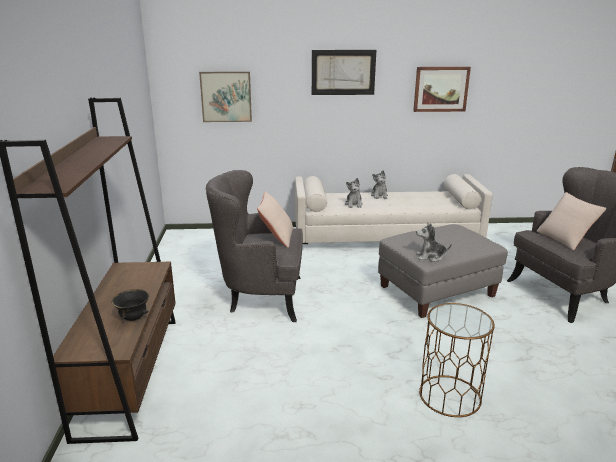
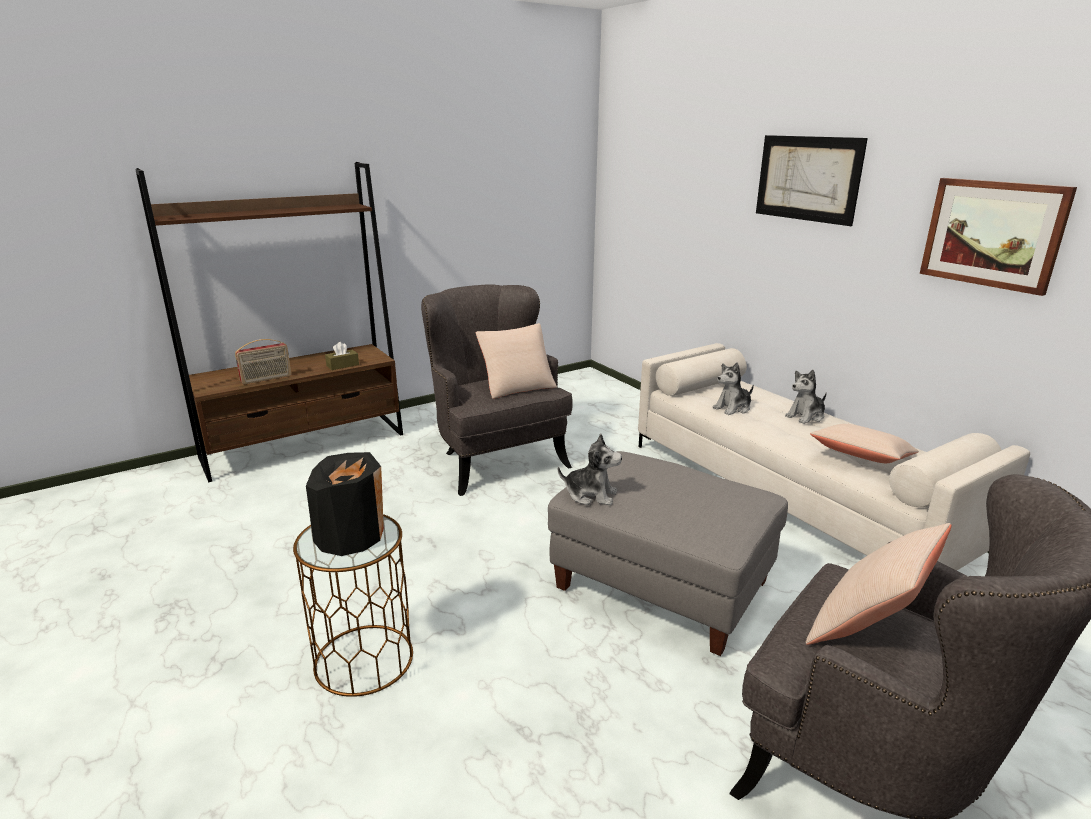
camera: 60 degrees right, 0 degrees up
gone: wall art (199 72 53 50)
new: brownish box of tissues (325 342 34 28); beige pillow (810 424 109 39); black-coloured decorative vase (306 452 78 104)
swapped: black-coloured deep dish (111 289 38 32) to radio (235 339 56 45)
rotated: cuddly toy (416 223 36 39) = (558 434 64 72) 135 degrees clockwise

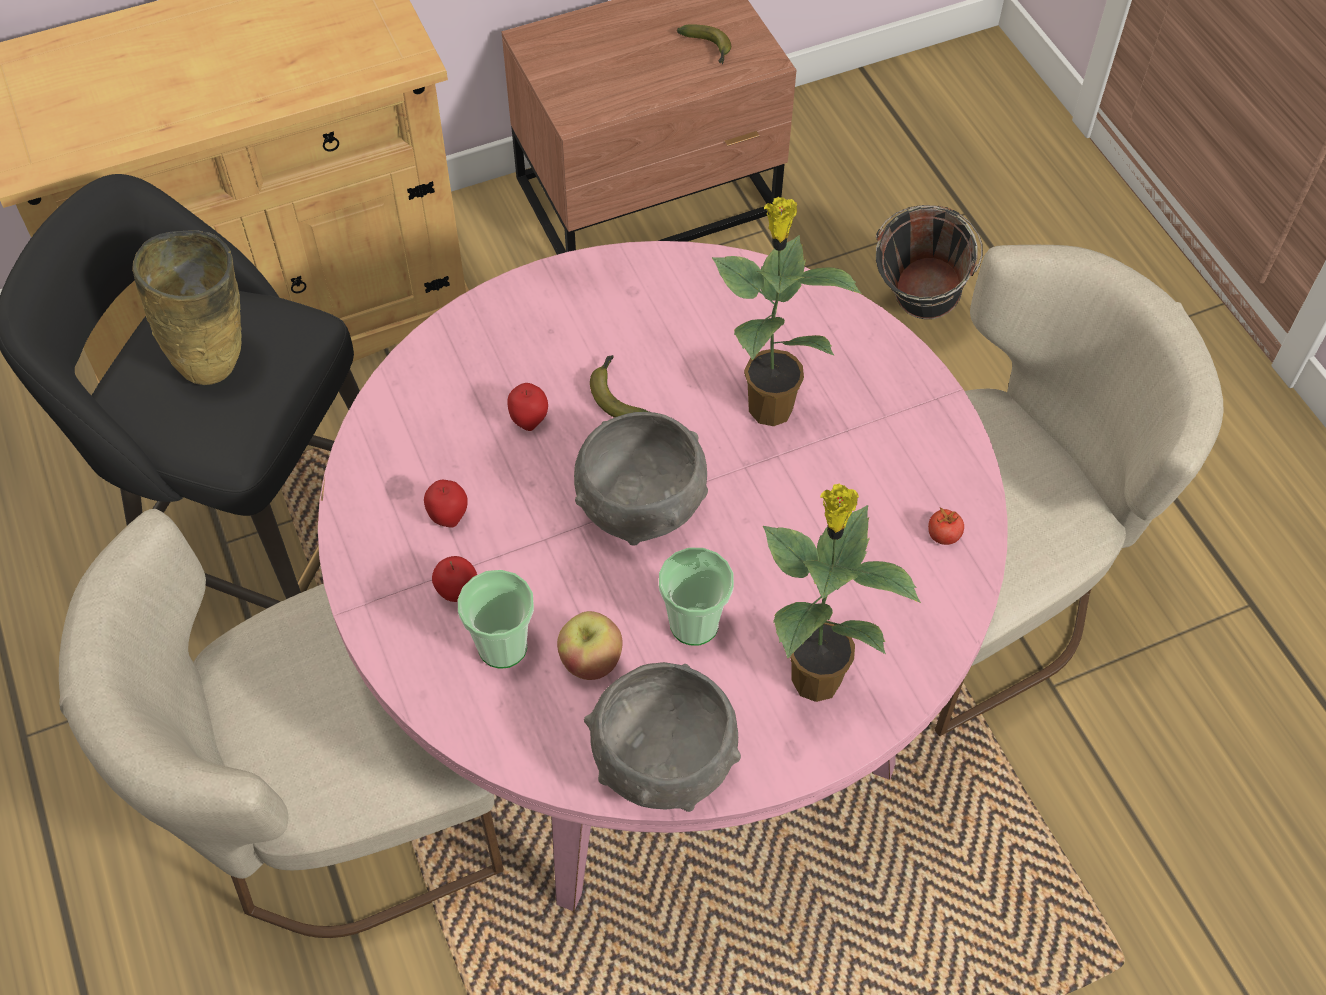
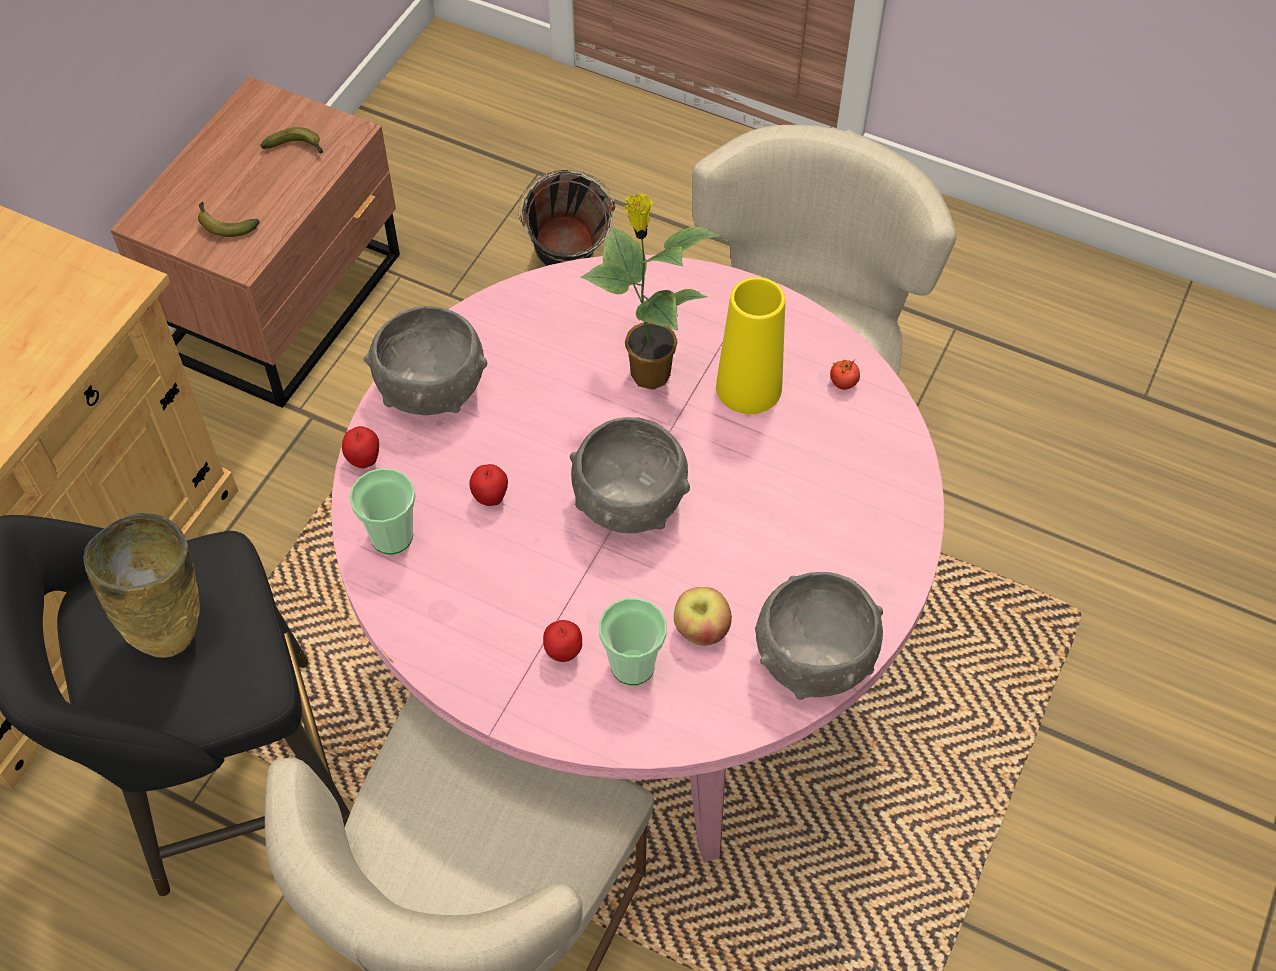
camera: 40 degrees left, 0 degrees up
gone: houseplant (763 484 158 218)
new: yellow-coloured decorative vase (716 277 69 137); greyish deep dish (363 306 124 109)
shifted: banana (590 355 59 63) to (198 202 62 35); whole apple (424 480 44 48) to (342 426 37 42); drinking cup (659 548 75 98) to (349 468 67 87)

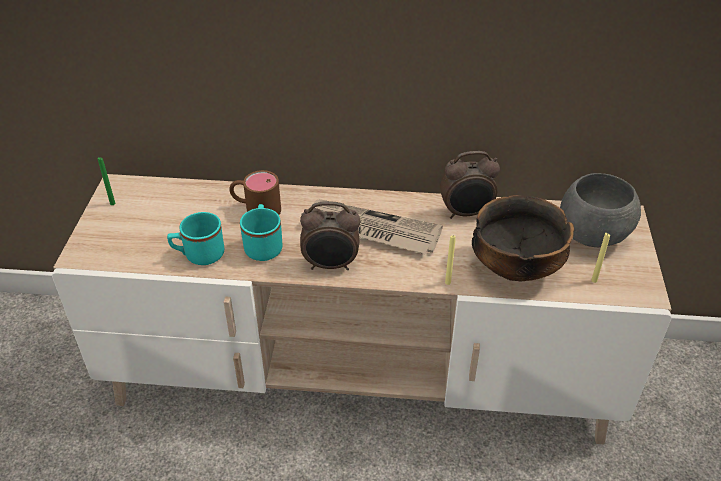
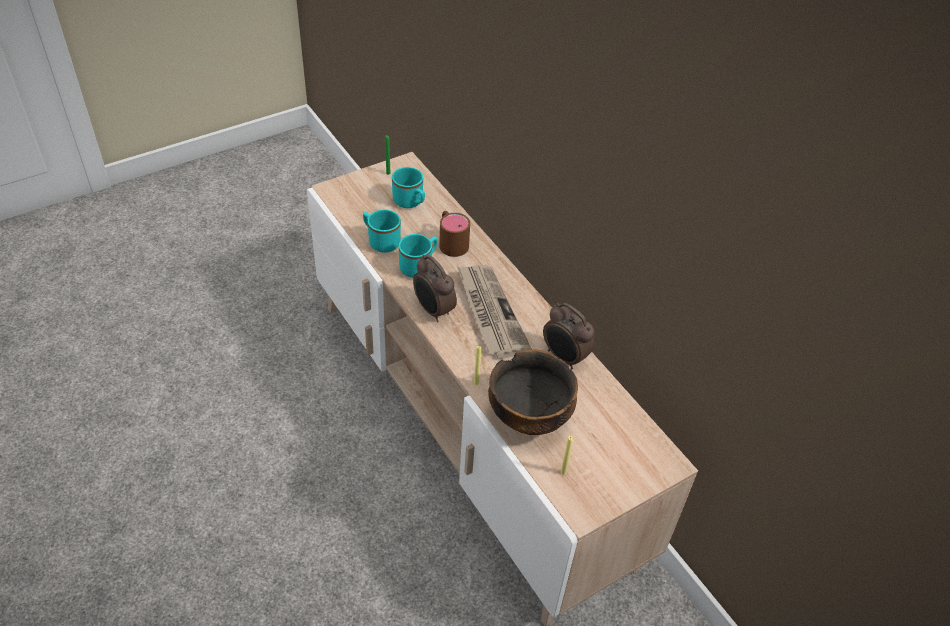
camera: 50 degrees right, 5 degrees up
gone: greyish deep dish (560 173 81 74)
new: turquoise coffee mug (392 167 33 41)

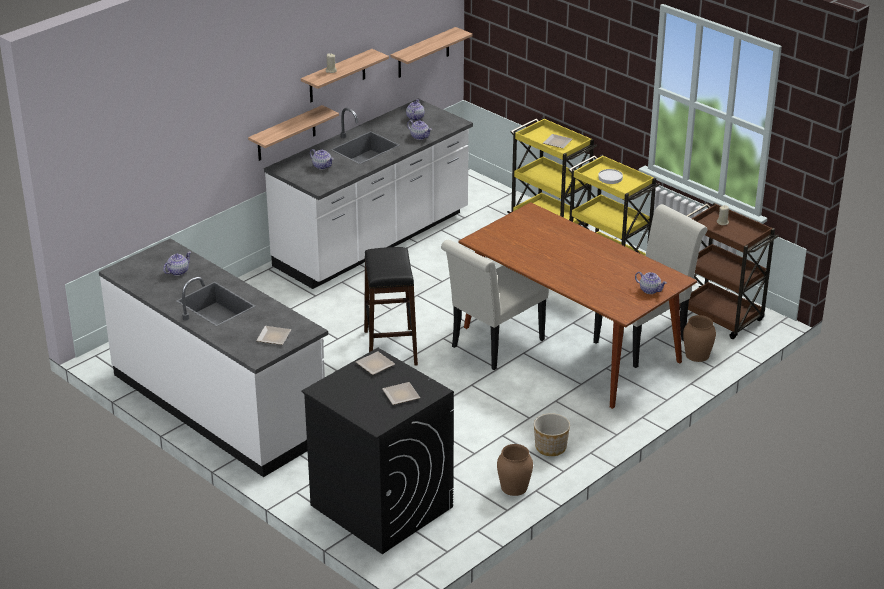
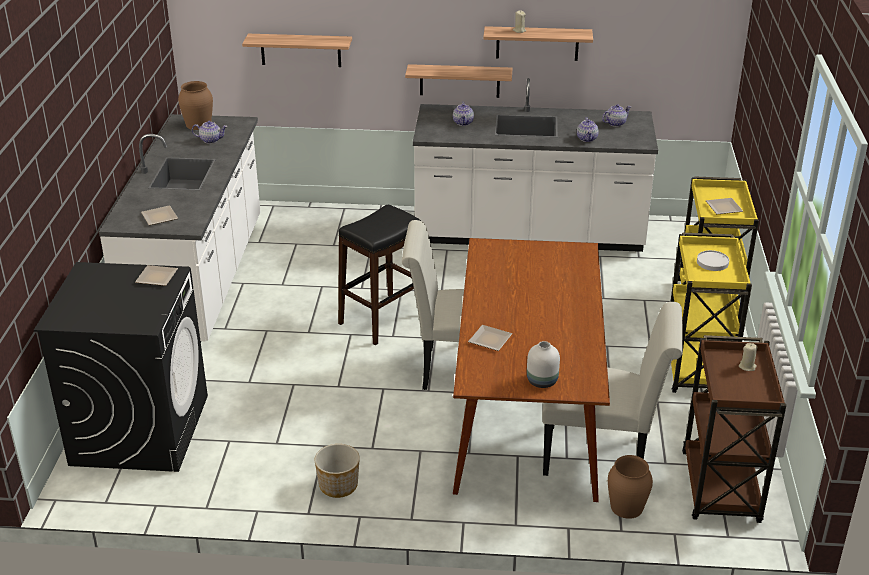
camera: 50 degrees right, 0 degrees up
shifted: bracket shelf (391 27 82 51) to (242 34 110 33); plate (382 382 38 23) to (468 325 44 26); brownish decorative vase (497 444 36 52) to (178 81 35 49)
swapped: pot for tea (635 272 32 22) to whitish decorative vase (527 341 33 47)

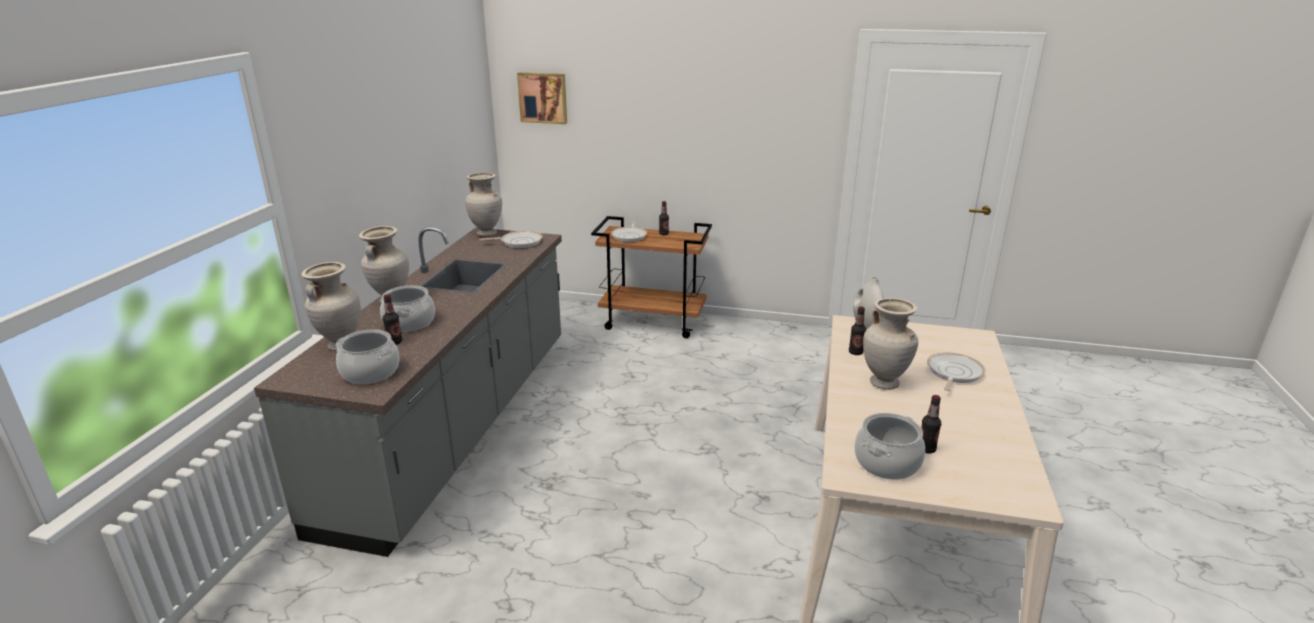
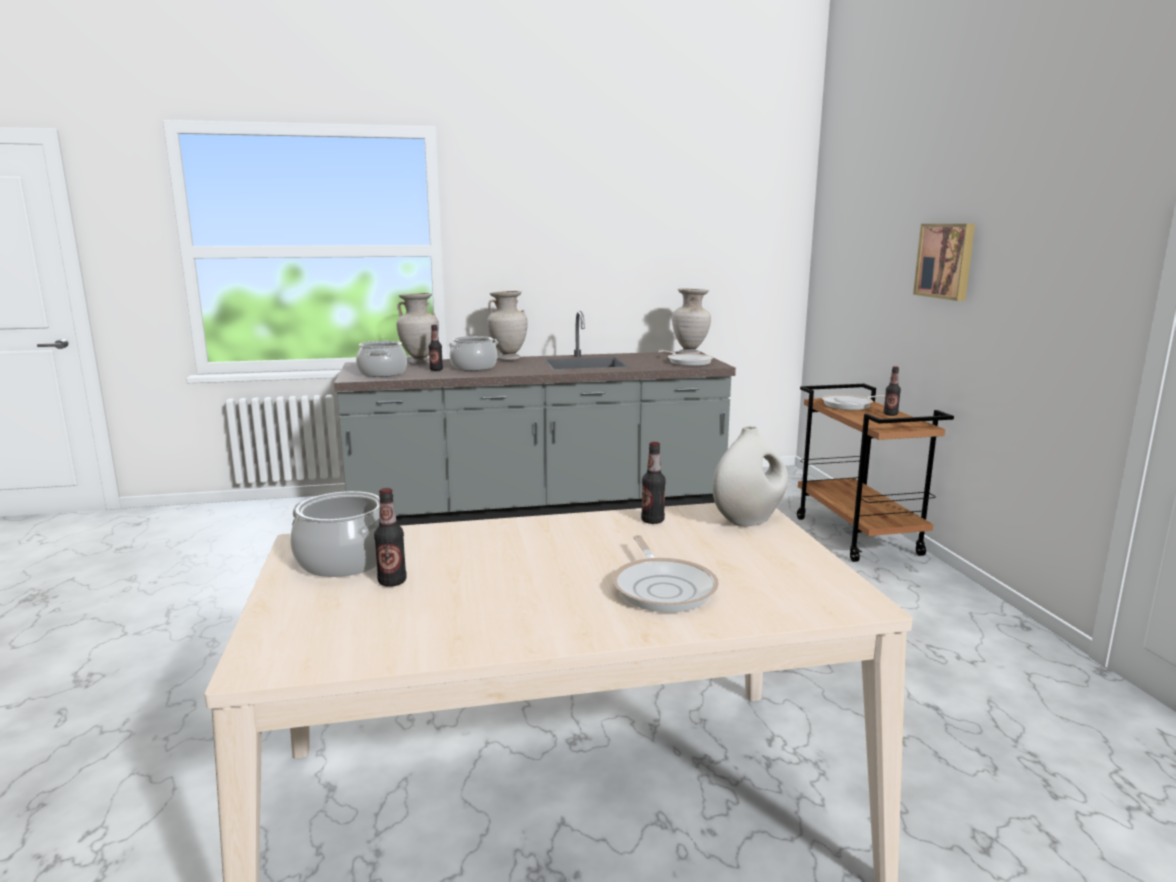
camera: 65 degrees right, 10 degrees down
gone: beige decorative vase (863 298 55 92)
shifted: wall art (517 72 50 52) to (913 224 62 77)
rotated: frying pan (927 352 58 39) = (612 535 107 77) 75 degrees clockwise

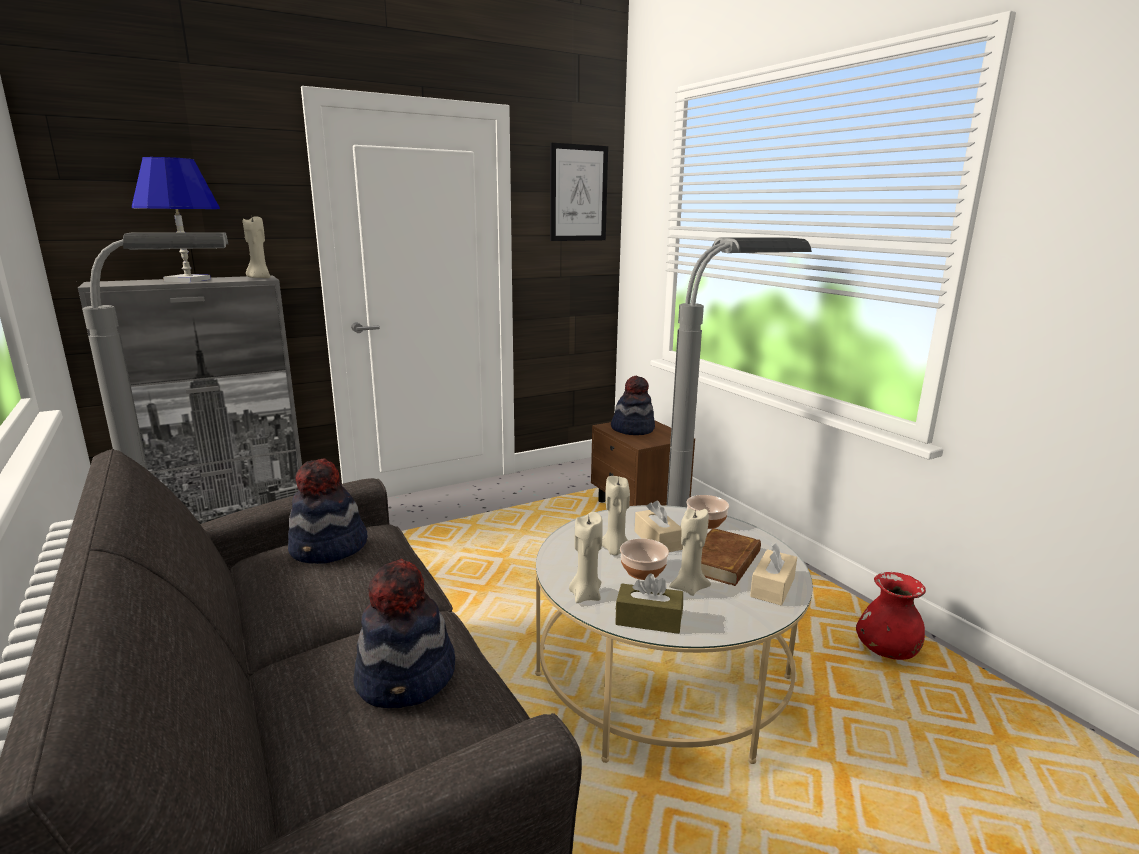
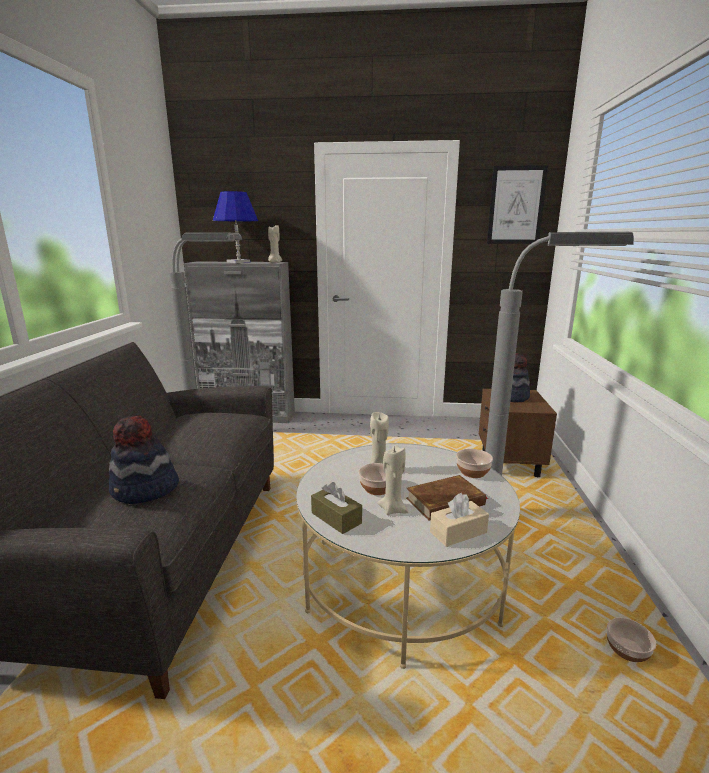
camera: 35 degrees right, 0 degrees up
gone: hat (288 458 79 106); beige box of tissues (634 501 49 51); beige wax candle (569 512 34 91)
swapped: reddish decorative vase (856 572 70 88) to deep dish (607 618 49 44)

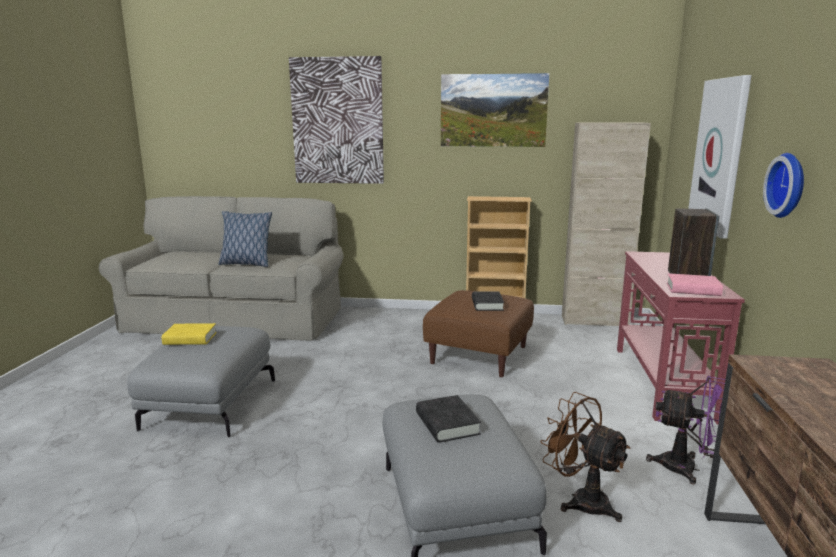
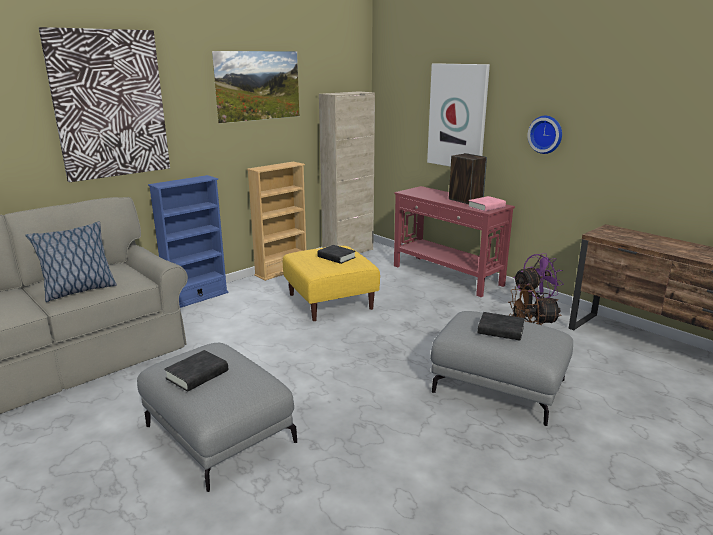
camera: 50 degrees left, 5 degrees up
new: bluish bookshelf (148 175 81 133)
repainted: brownish footrest (423 290 111 87) to yellow-coloured footrest (283 246 97 75); yellow-coloured volume (162 323 55 22) to black-coloured volume (164 350 64 41)

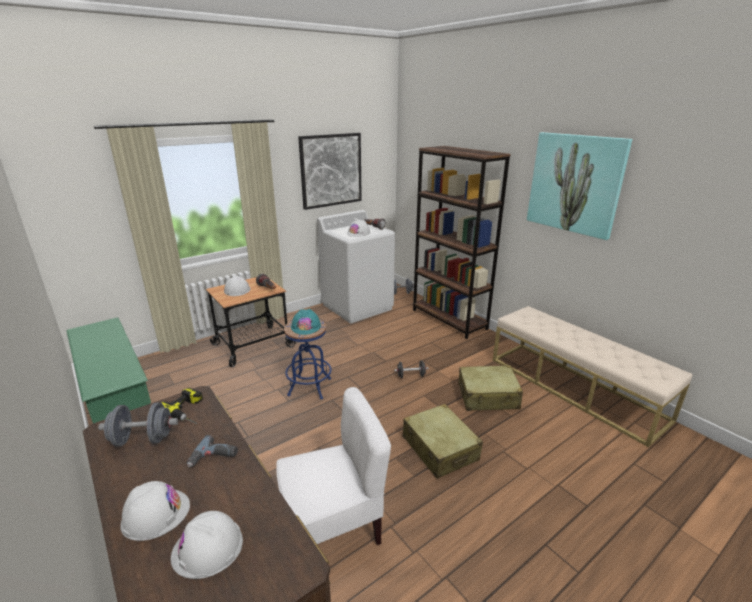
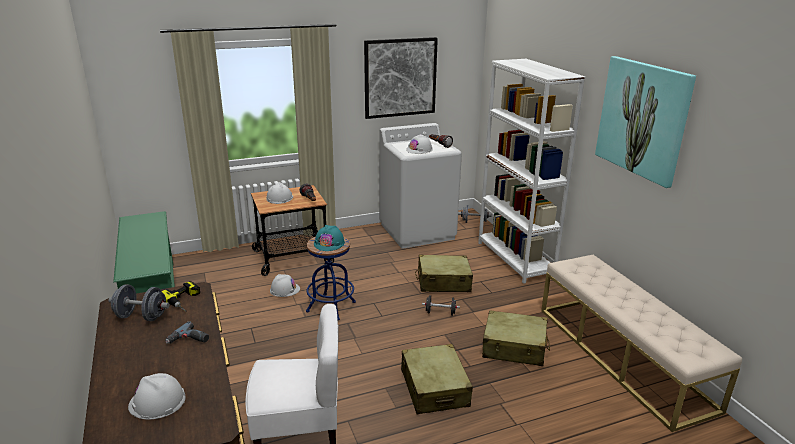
camera: 15 degrees right, 0 degrees up
new: beige piece of luggage (415 255 58 37)
shifted: whitish safety helmet (120 481 70 60) to (270 274 30 23)
repainted: brownish bookshelf (413 146 98 193) to whitish bookshelf (478 59 107 225)

